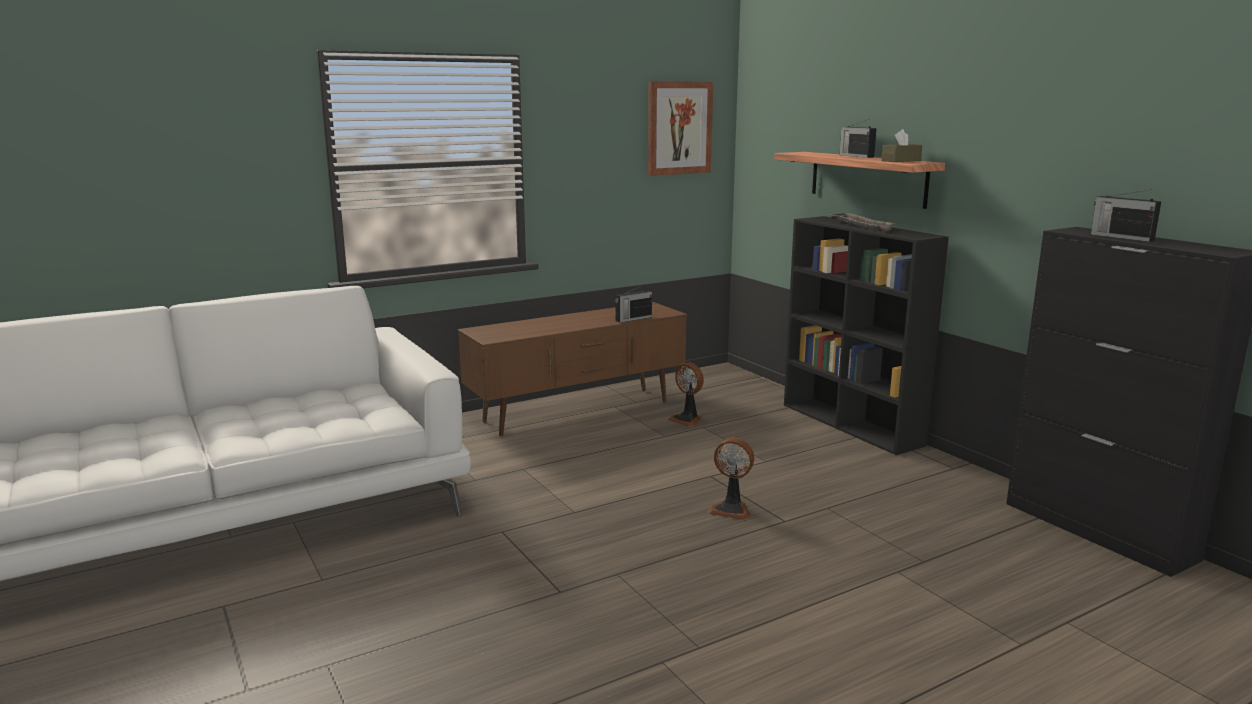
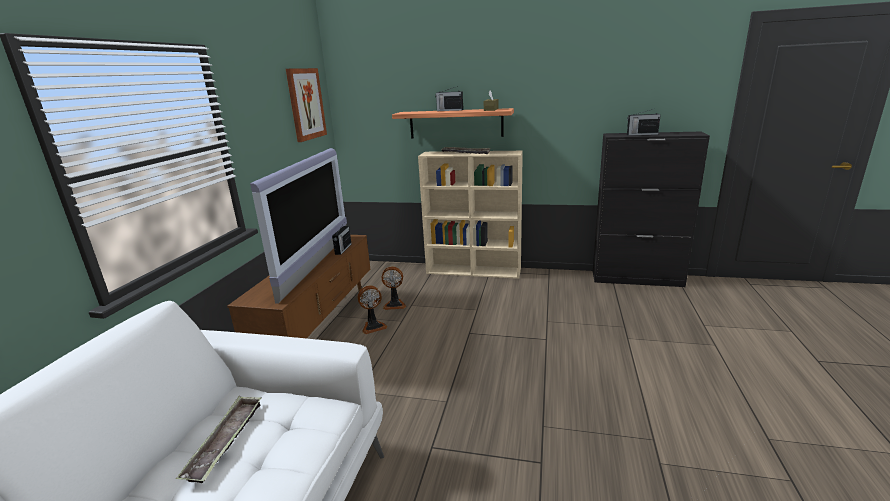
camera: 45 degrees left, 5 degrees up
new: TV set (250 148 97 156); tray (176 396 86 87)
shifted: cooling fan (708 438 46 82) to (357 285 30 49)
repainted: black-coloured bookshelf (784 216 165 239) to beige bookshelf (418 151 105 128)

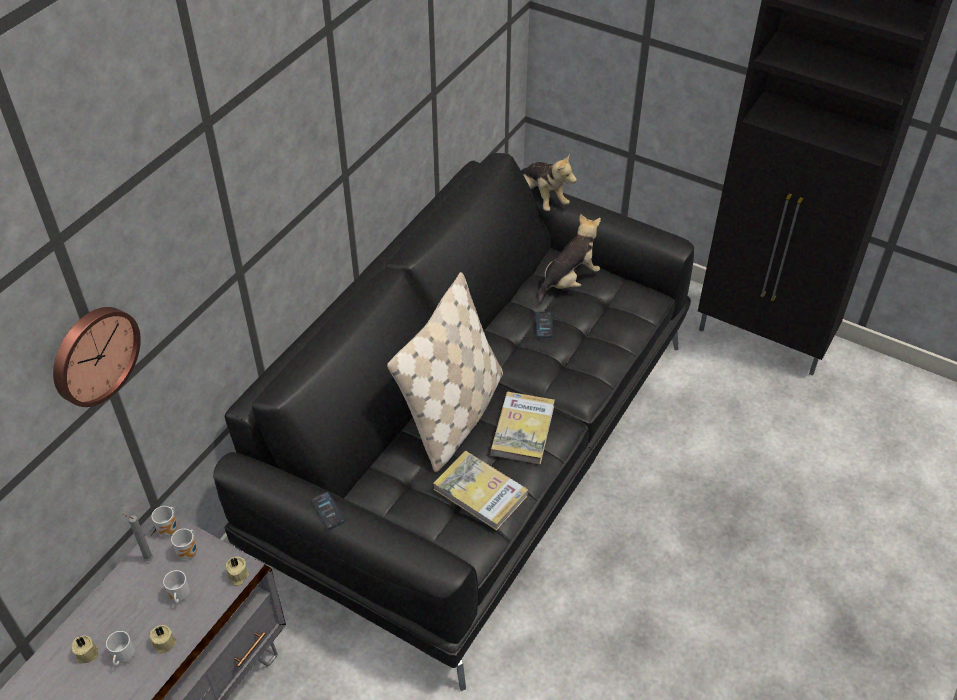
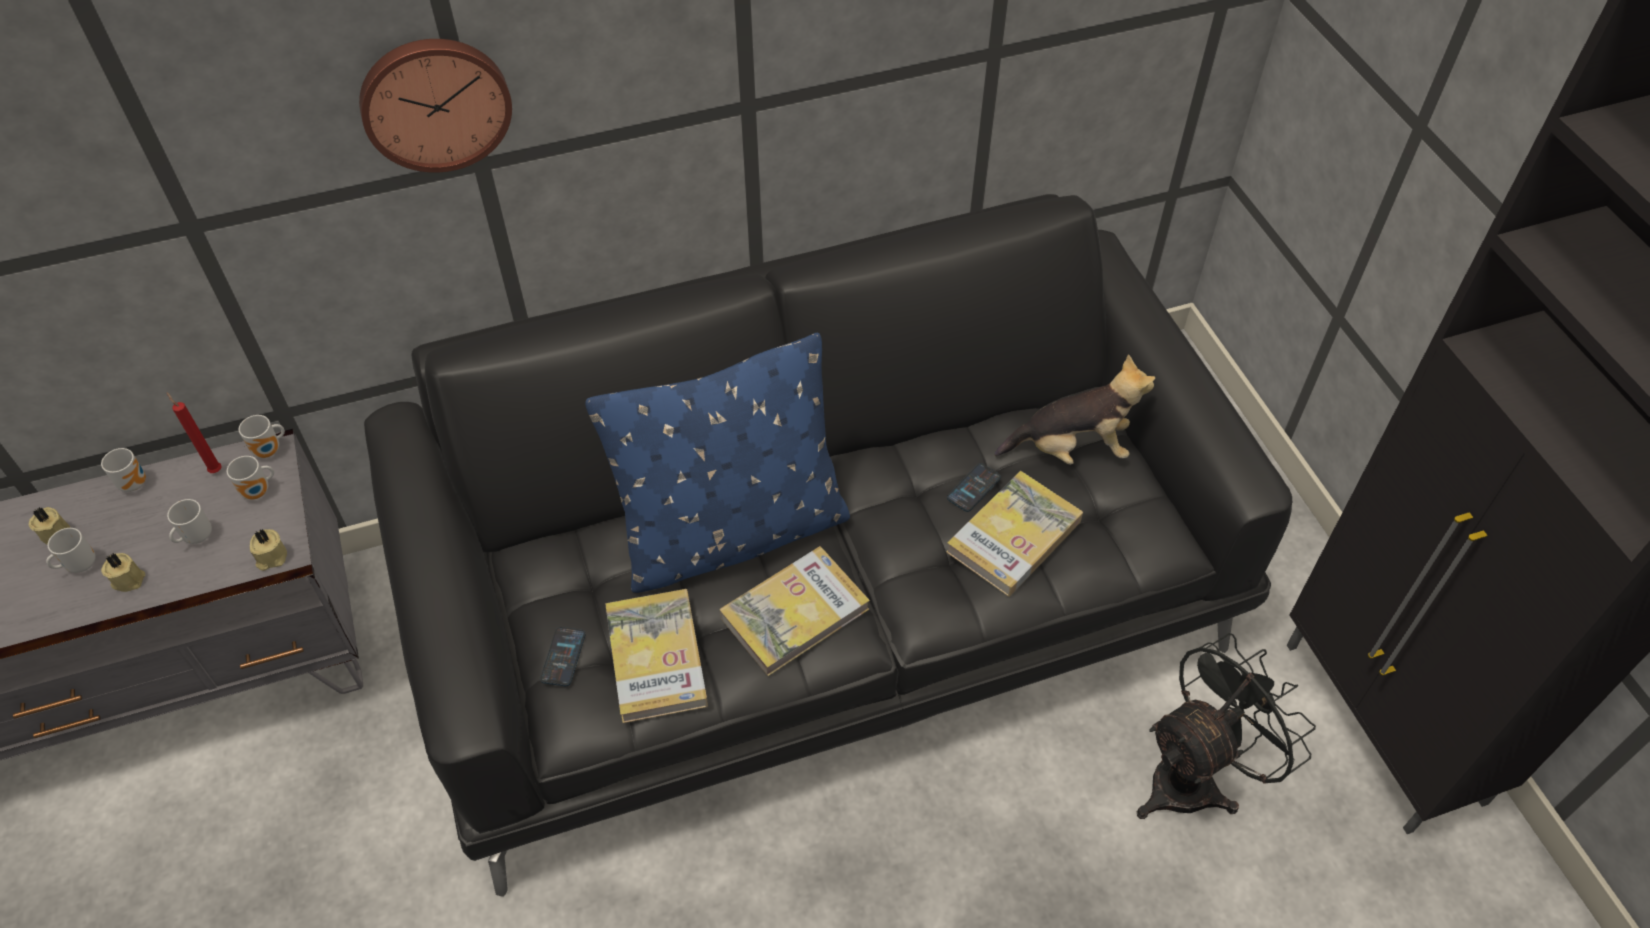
camera: 40 degrees right, 5 degrees up
gone: cuddly toy (521 153 56 58)
new: coffee mug (101 448 45 44); volume (946 471 137 126); black-coloured cooling fan (1137 633 179 186)
shifted: hanging clock (53 307 88 100) to (359 39 153 134); phone (311 492 34 37) to (540 627 45 59)
repainted: beige pillow (387 272 116 200) to bluish pillow (585 333 265 260); greyish wax candle (123 514 30 47) to reddish wax candle (167 392 55 81)

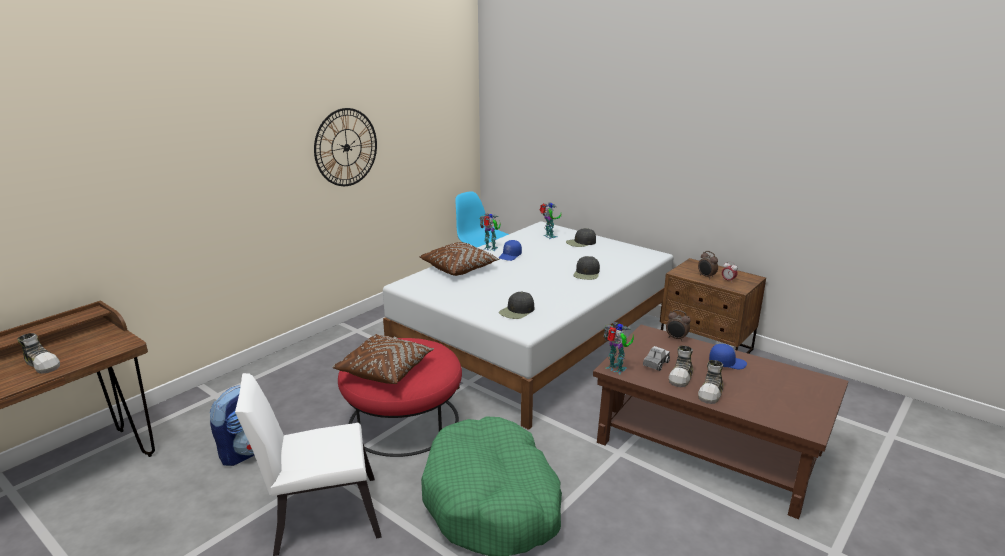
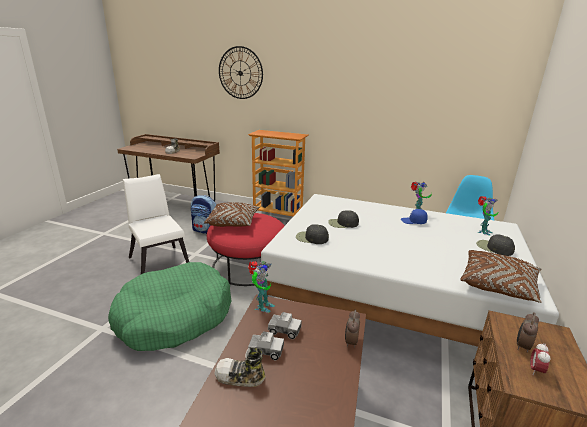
camera: 70 degrees right, 0 degrees up
gone: bluish baseball cap (709 344 38 25)
new: bookshelf (248 130 60 86)
shifted: hanging clock (314 108 63 78) to (219 46 44 53); brownish pillow (420 242 79 34) to (460 250 82 53); black-coloured baseball cap (573 256 27 24) to (328 210 31 18)
swapped: shoe (669 346 24 41) to toy truck (248 331 36 29)

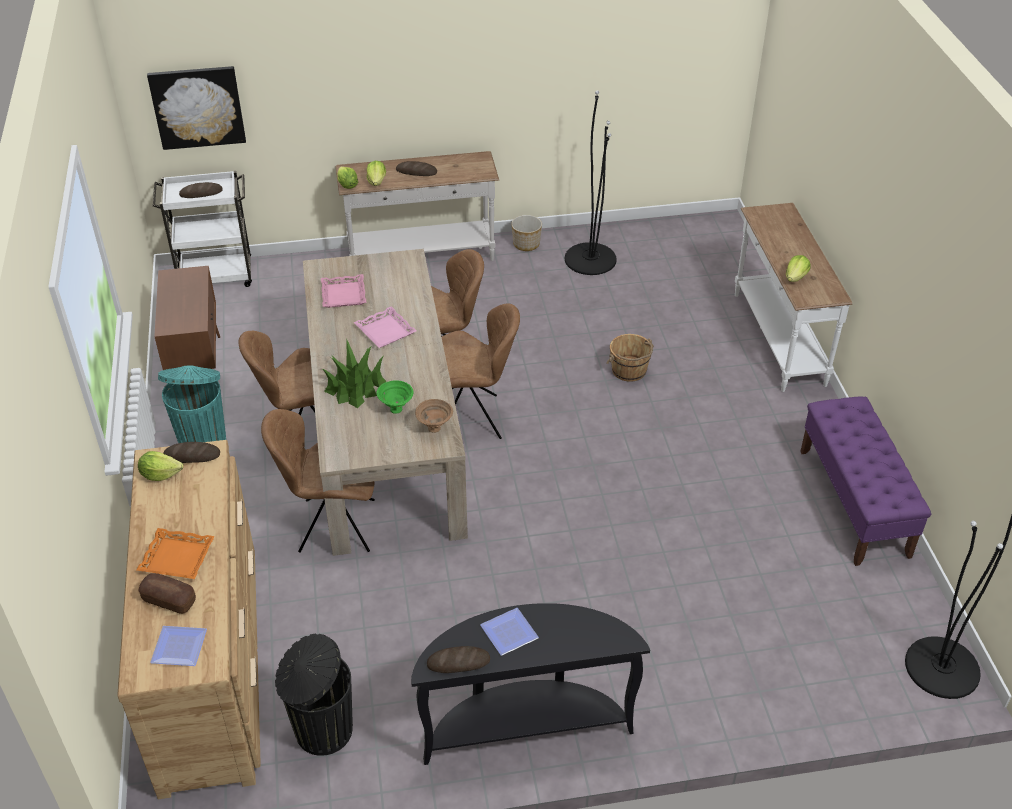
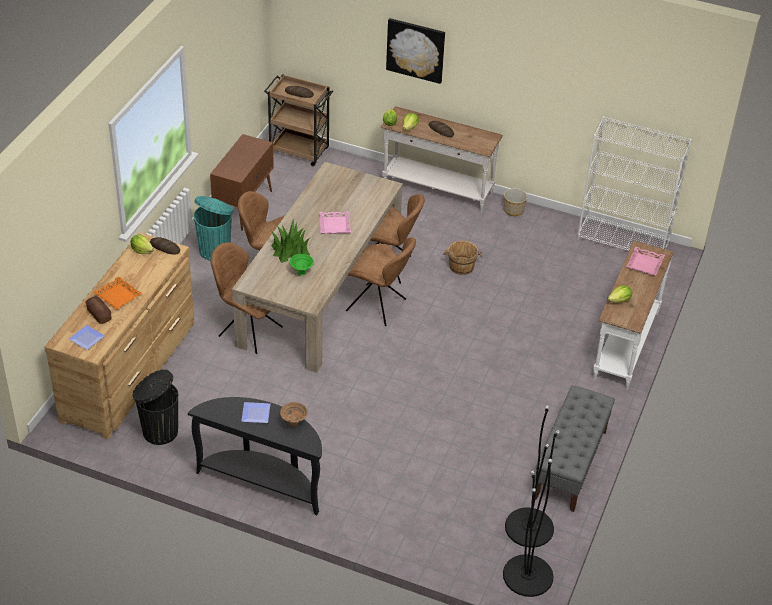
camera: 30 degrees right, 0 degrees up
gone: bread (427 646 63 27)
new: whitish bookshelf (577 116 115 134)
shifted: wall art (147 66 99 84) to (386 18 59 66); black-coloured standing lamp (565 90 52 185) to (505 405 55 143); pink tray (321 274 45 34) to (626 247 39 29); brownish water bucket (607 334 47 48) to (443 241 39 34); brownish deep dish (415 399 38 34) to (280 402 28 24)
repainted: whitish trolley (153 171 99 116) to brownish trolley (264 74 69 92); purplish indoor bench (800 397 131 169) to greyish indoor bench (535 386 80 126)

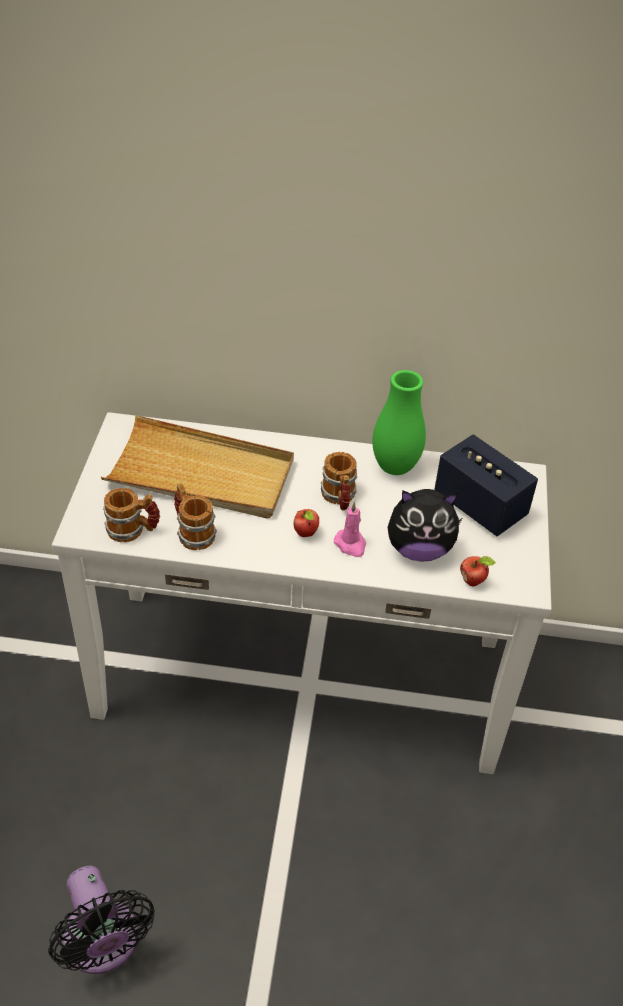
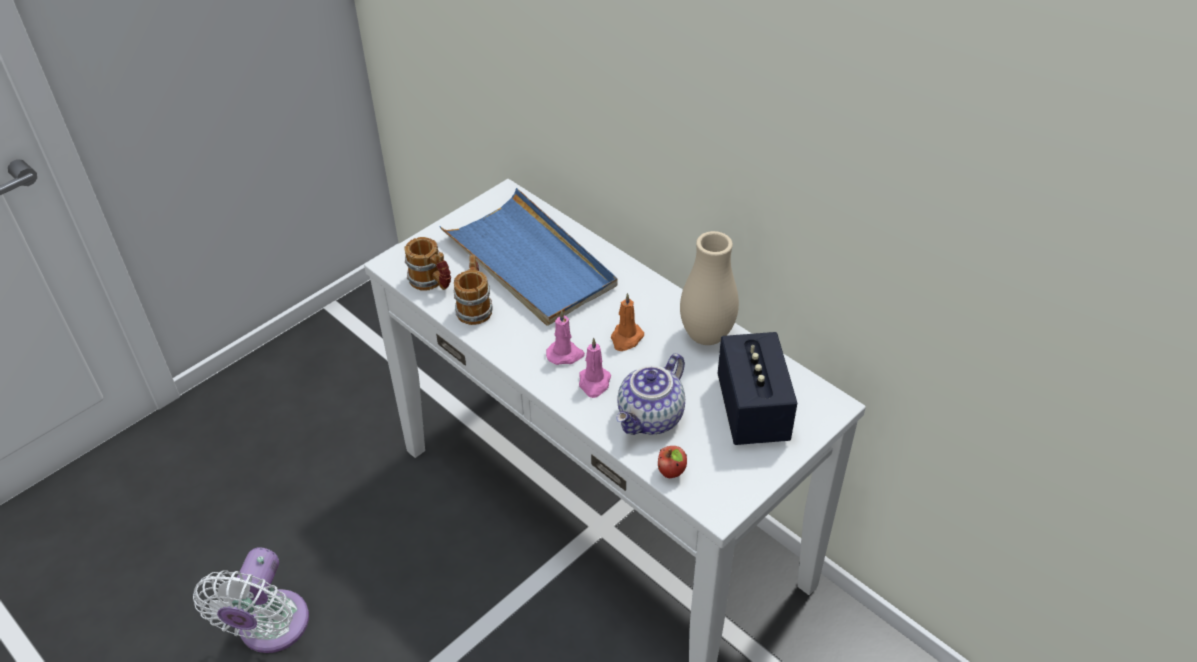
camera: 40 degrees right, 0 degrees up
swapped: coffee mug (321 452 36 58) to orange-coloured wax candle (611 293 33 58); cuddly toy (388 489 74 73) to pot for tea (616 353 69 82); whole apple (294 509 25 28) to pink wax candle (546 311 39 54)
repainted: green decorative vase (372 370 54 105) to beige decorative vase (680 231 59 114); beige tray (101 415 193 103) to bluish tray (439 188 179 138); black-coloured cooling fan (48 866 107 108) to whitish cooling fan (193 547 116 106)

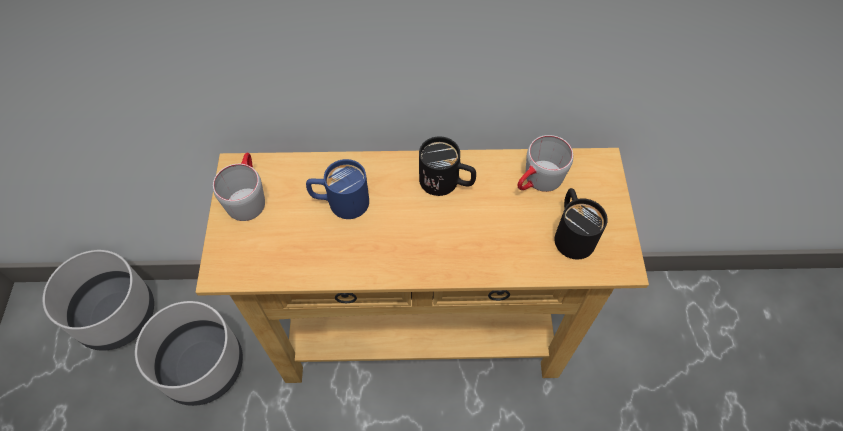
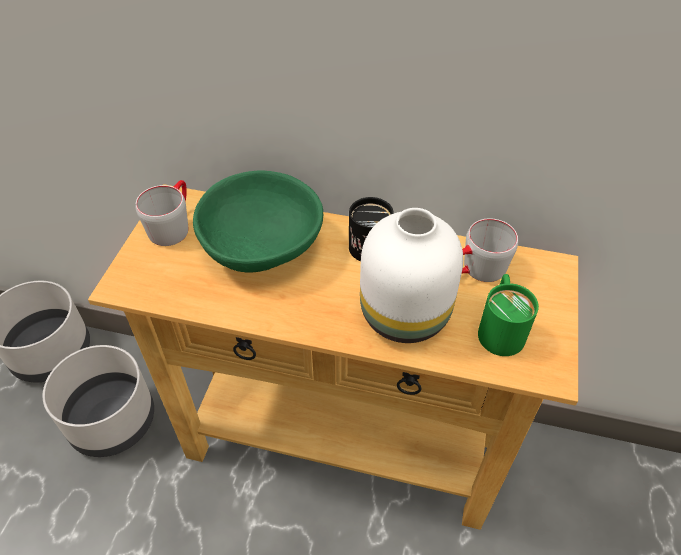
camera: 15 degrees right, 10 degrees down
new: whitish decorative vase (360 208 103 135)
swapped: bluish coffee mug (306 159 63 60) to green deep dish (193 171 130 102)
repainted: black-coloured coffee mug (554 188 54 71) to green coffee mug (478 274 61 82)

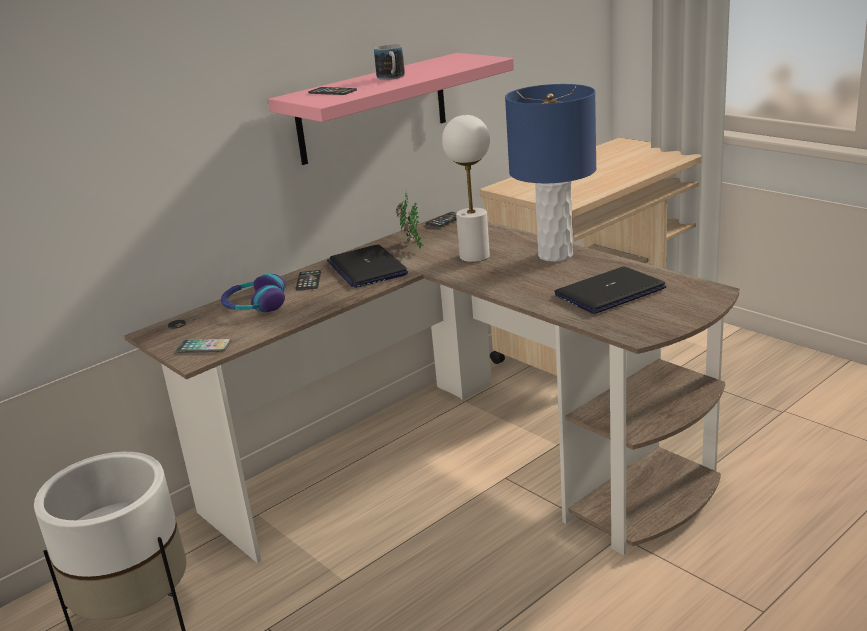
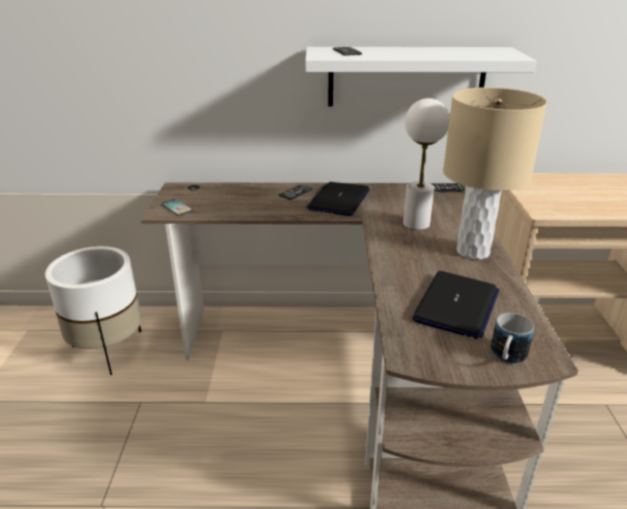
camera: 40 degrees right, 5 degrees up
gone: houseplant (396 194 28 56); headphones (221 274 65 38)
shifted: coffee mug (374 44 31 36) to (490 313 44 51)
repainted: pink bracket shelf (268 53 246 112) to whitish bracket shelf (305 47 231 59); bluish table lamp (505 84 92 178) to beige table lamp (443 87 104 173)
rotated: notebook computer (554 266 112 48) = (412 271 87 68) 105 degrees clockwise

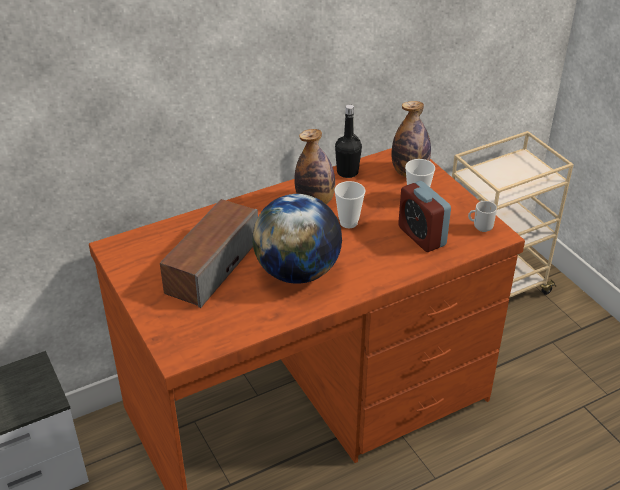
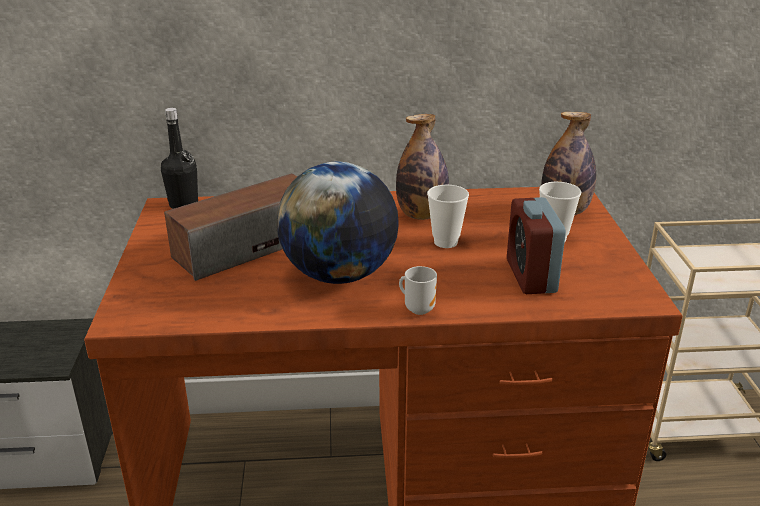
camera: 25 degrees right, 10 degrees down
shifted: black-coloured bottle (335 104 27 74) to (161 108 37 101); coffee mug (468 201 29 31) to (399 266 38 49)

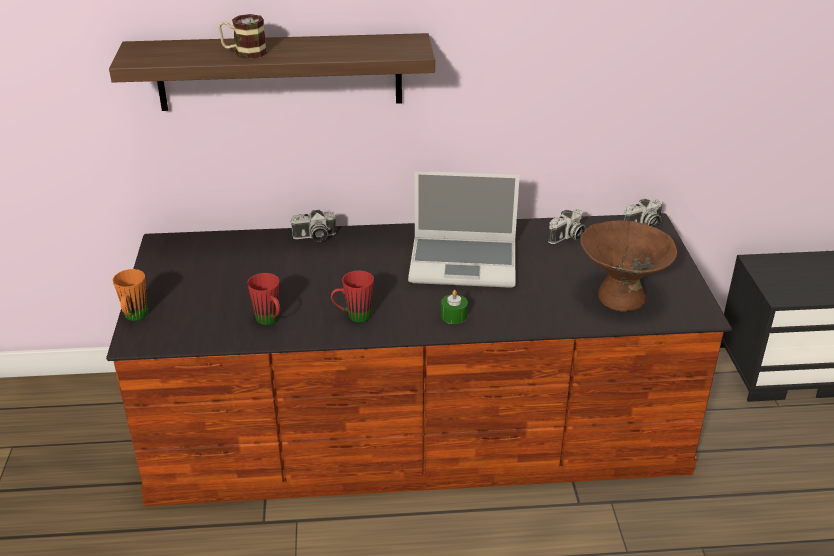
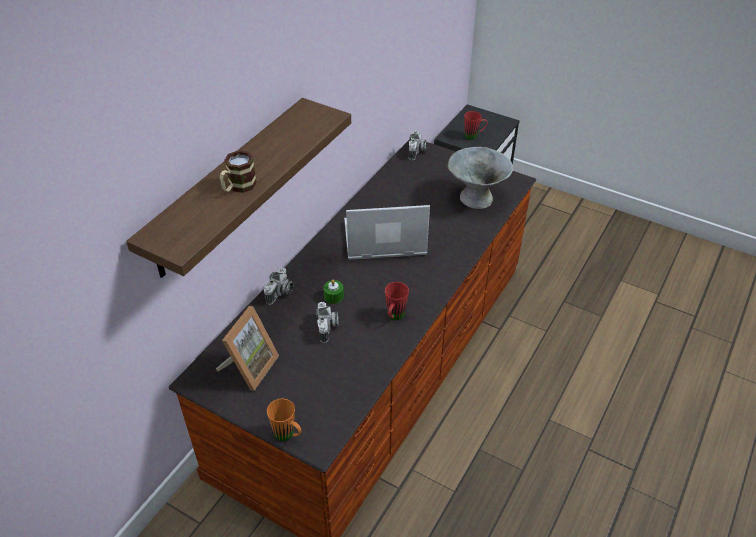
camera: 55 degrees left, 10 degrees up
new: picture frame (216 306 63 85)
shifted: still camera (548 209 38 35) to (316 302 23 41); reddish coffee mug (247 273 33 52) to (464 111 23 29); green wax candle (441 290 27 34) to (323 280 21 24)
repainted: brownish deep dish (580 220 97 92) to greyish deep dish (447 147 66 62)
rotated: notebook computer (408 171 112 117) = (344 205 86 55) 135 degrees counterclockwise

